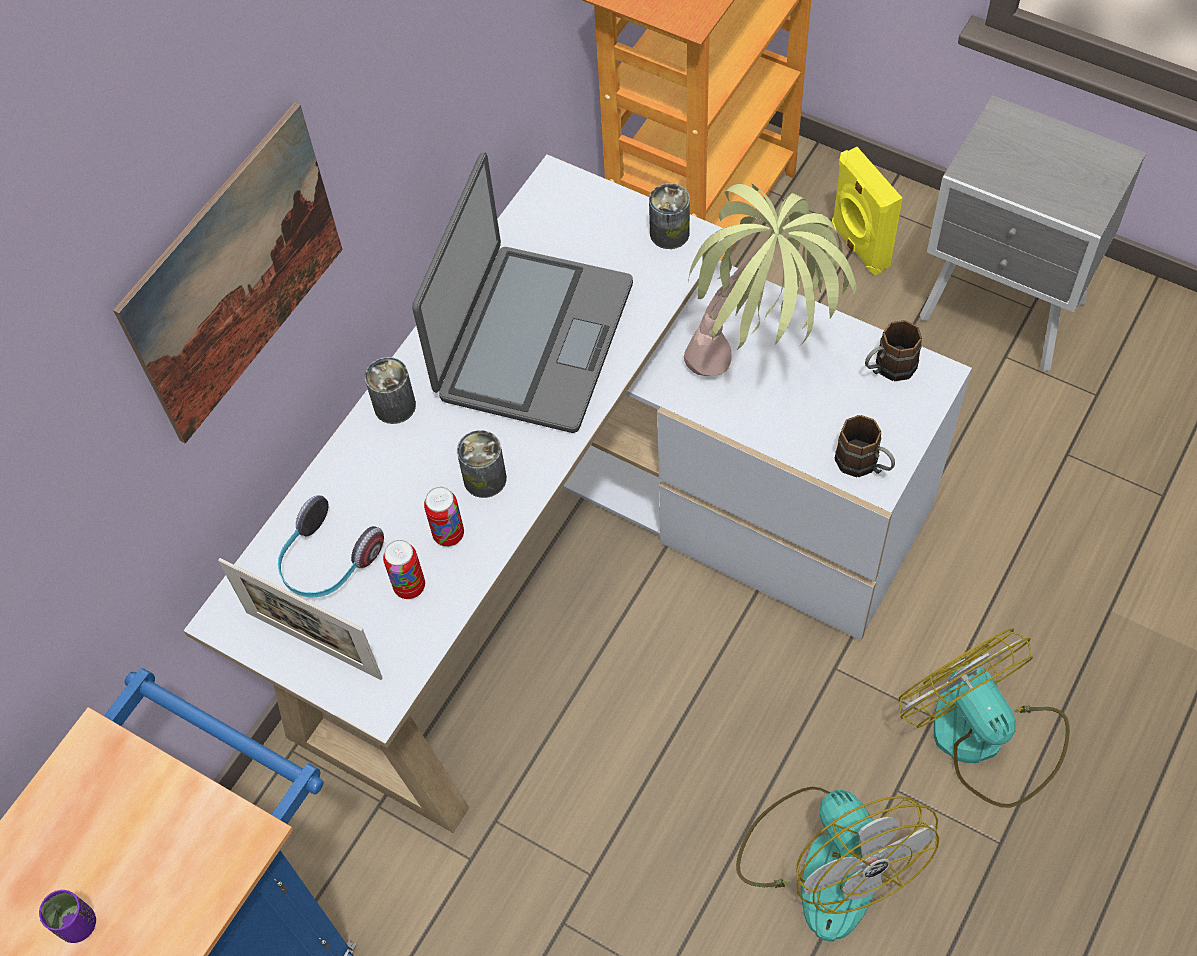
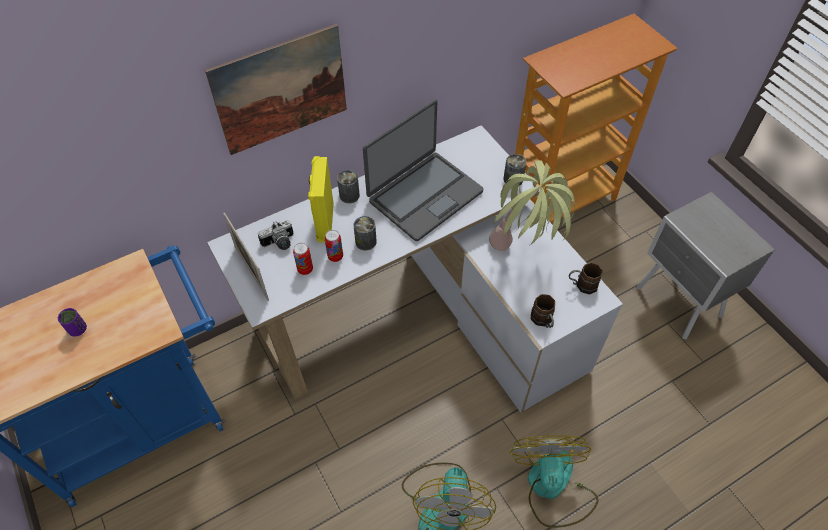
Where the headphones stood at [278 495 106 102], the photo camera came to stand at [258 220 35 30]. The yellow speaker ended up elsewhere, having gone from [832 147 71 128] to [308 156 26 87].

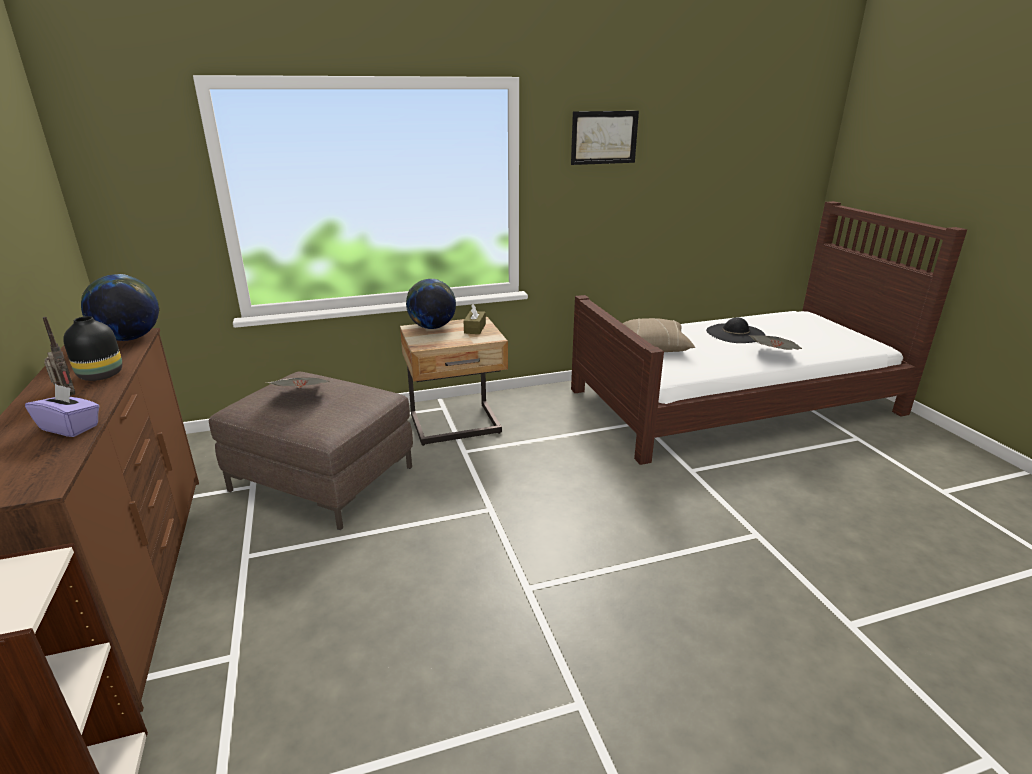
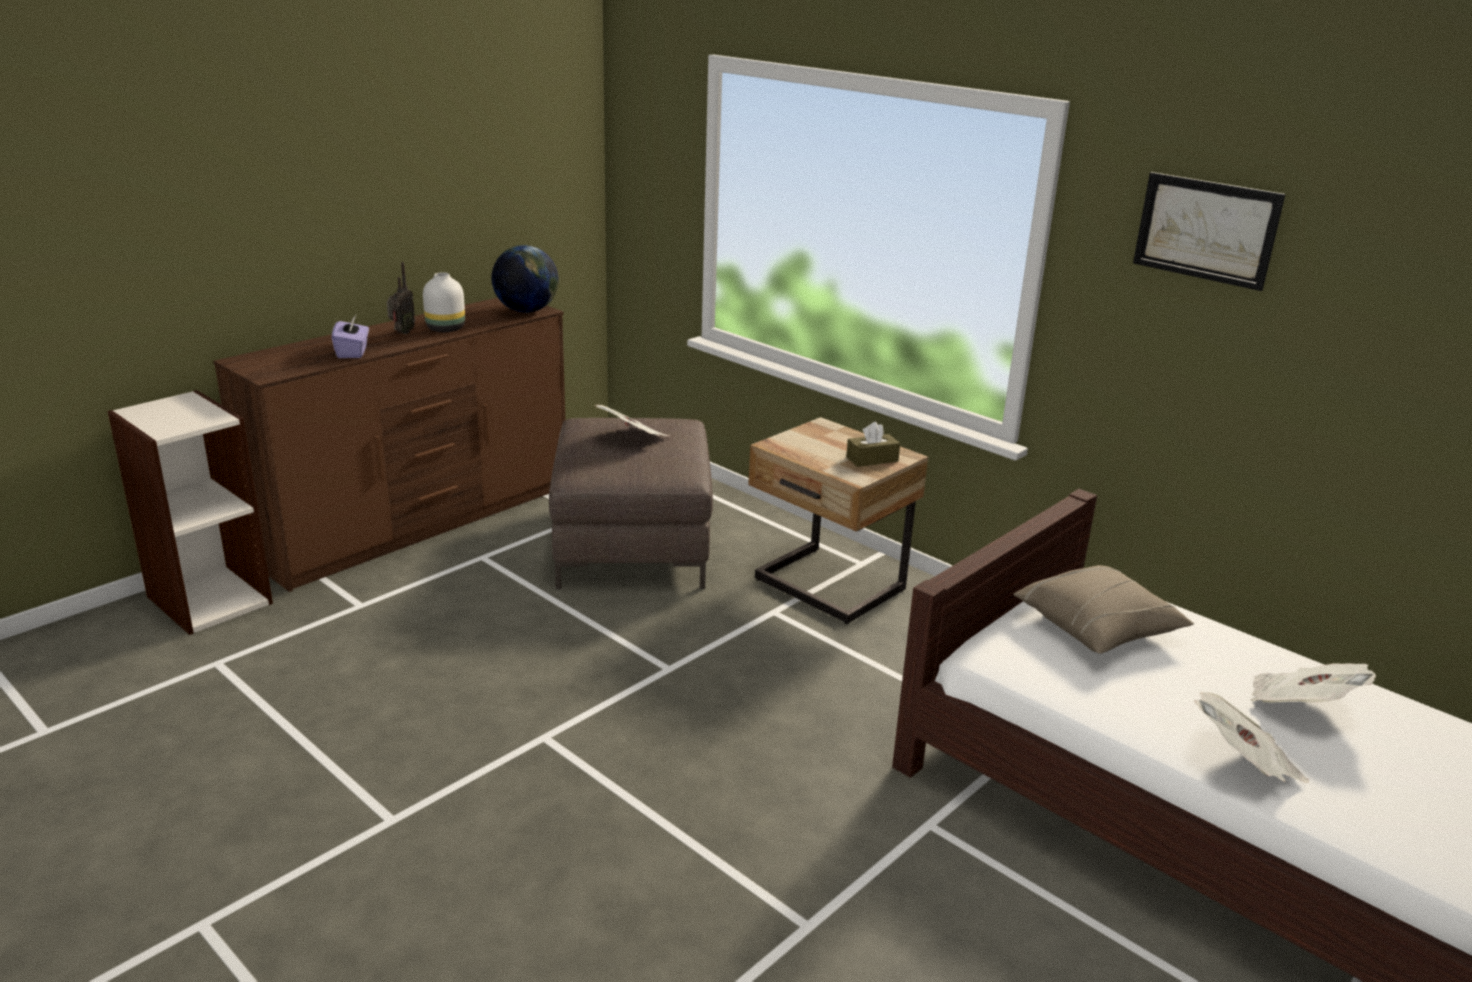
What was the black vase at [63 316 59 65] turned into the white vase at [423 272 42 60]. The second view lost the globe at [406 279 50 50]. Where the black hat stood at [706 317 60 26], the newspaper came to stand at [1250 663 126 40].

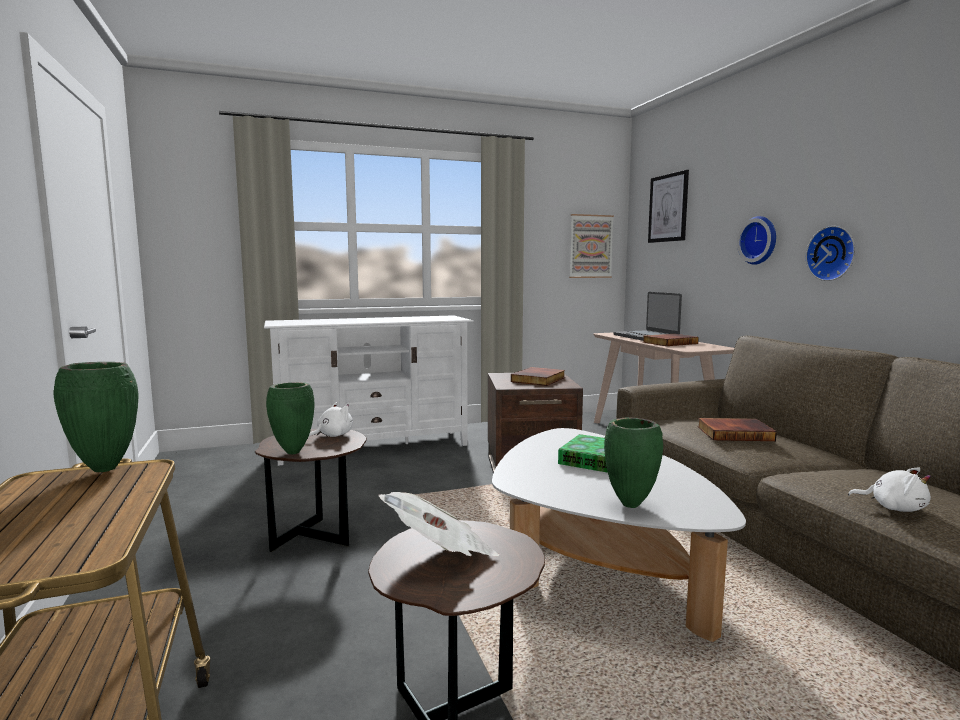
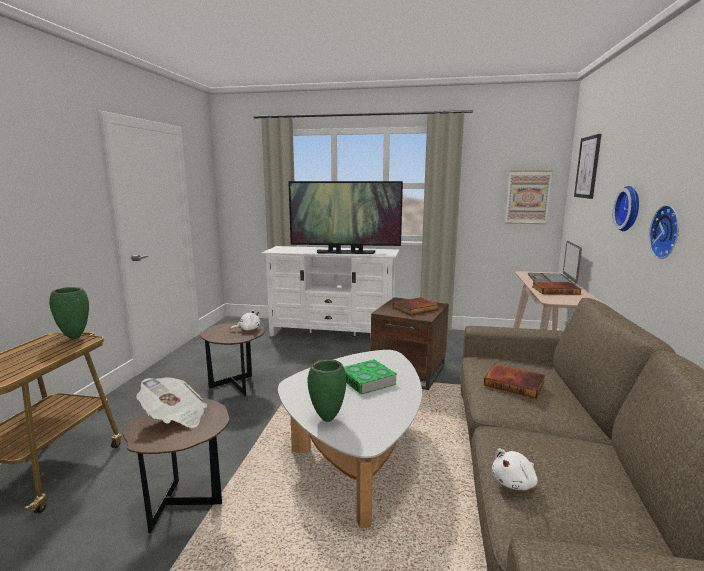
The second view lost the green vase at [266 382 48 72]. The white plush toy at [848 467 83 45] ended up facing another way, 75 degrees clockwise from before. The second view gained the television at [288 181 115 73].

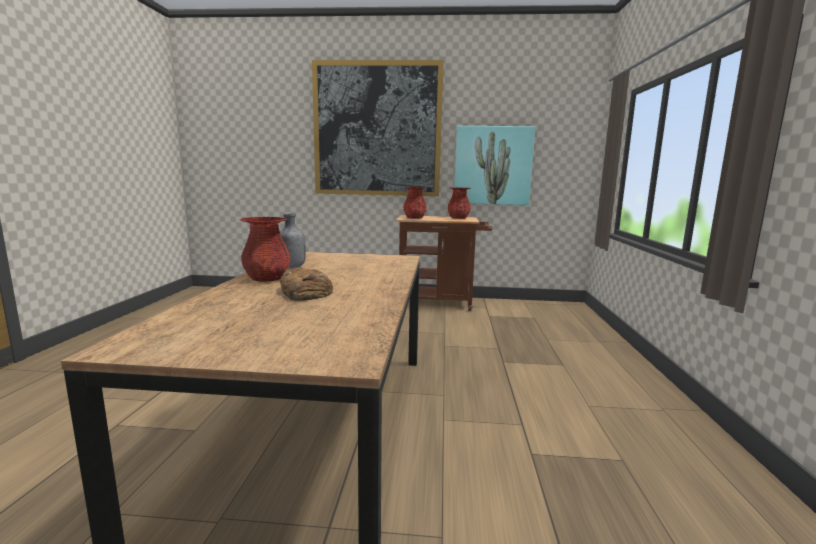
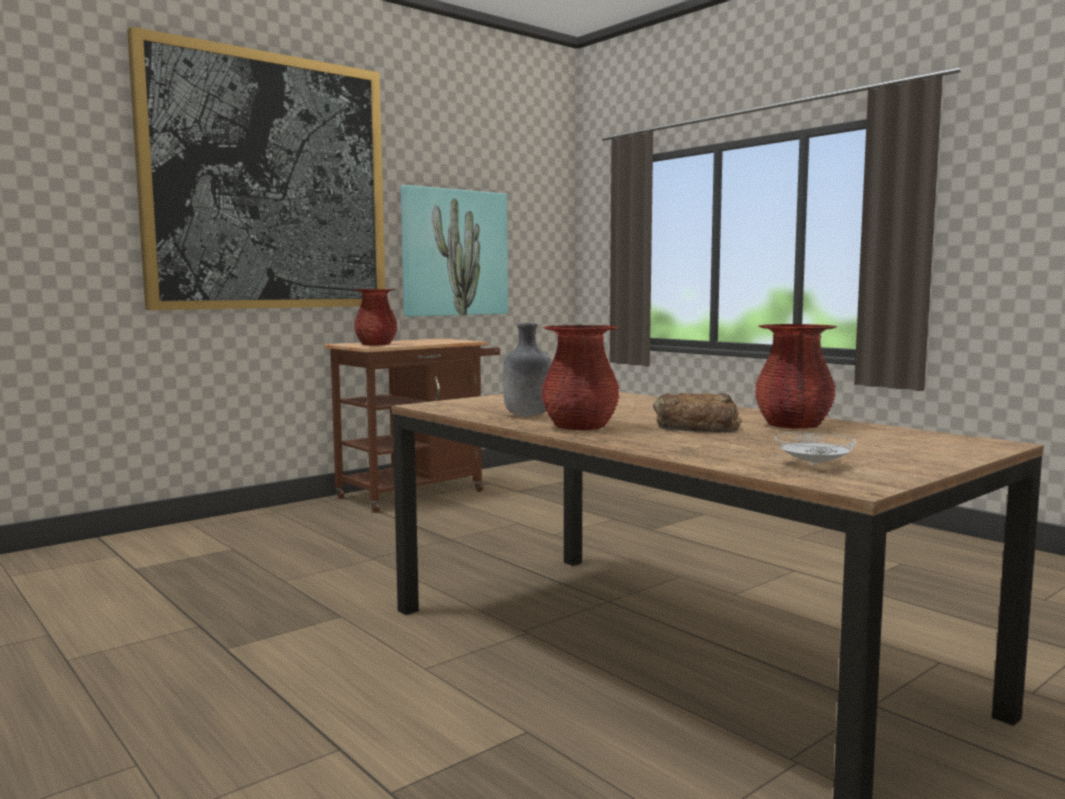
The red vase ended up elsewhere, having gone from [447 187 24 32] to [755 324 83 105]. The second view gained the white plate at [775 433 82 32].

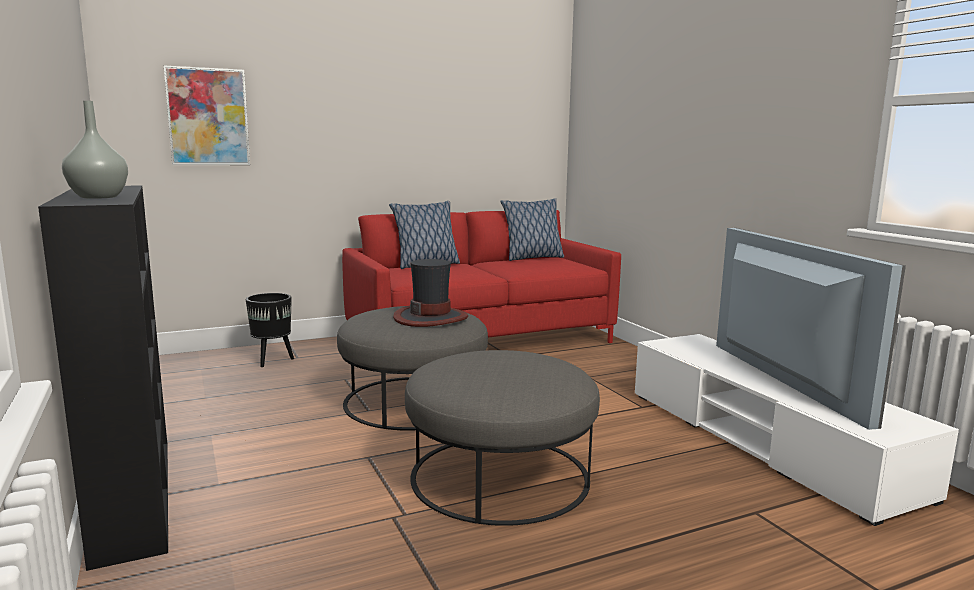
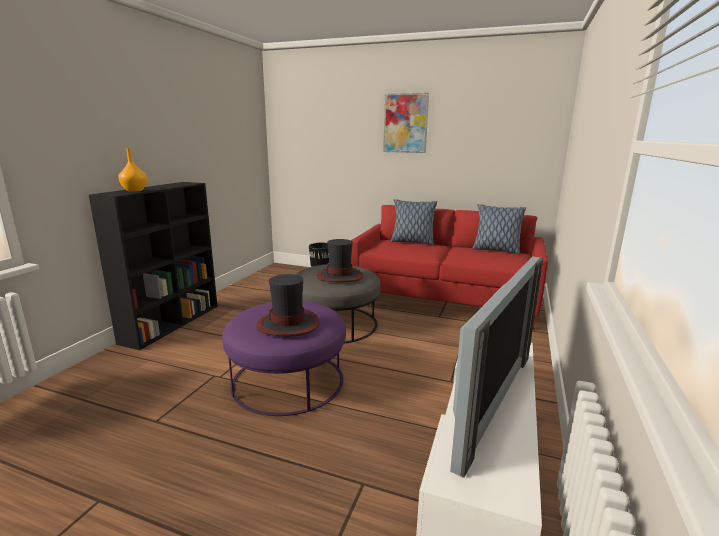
What was the grey vase at [62 101 66 98] turned into the orange vase at [118 148 29 44]. The picture ended up elsewhere, having gone from [164 66 86 99] to [383 92 46 61]. What was the grey ottoman at [405 350 195 176] turned into the purple ottoman at [222 301 124 115]. The second view gained the hat at [256 274 64 62].

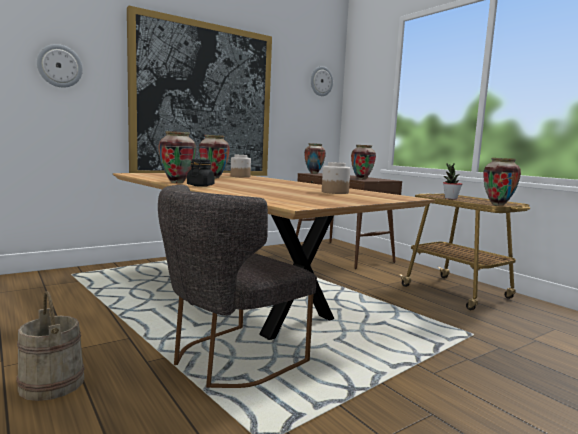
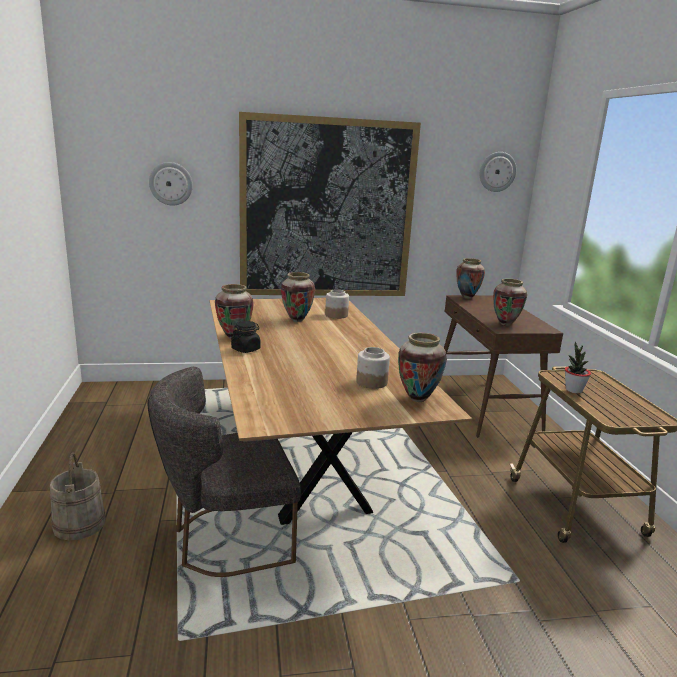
The vase ended up elsewhere, having gone from [483 158 38 48] to [398 333 49 69].

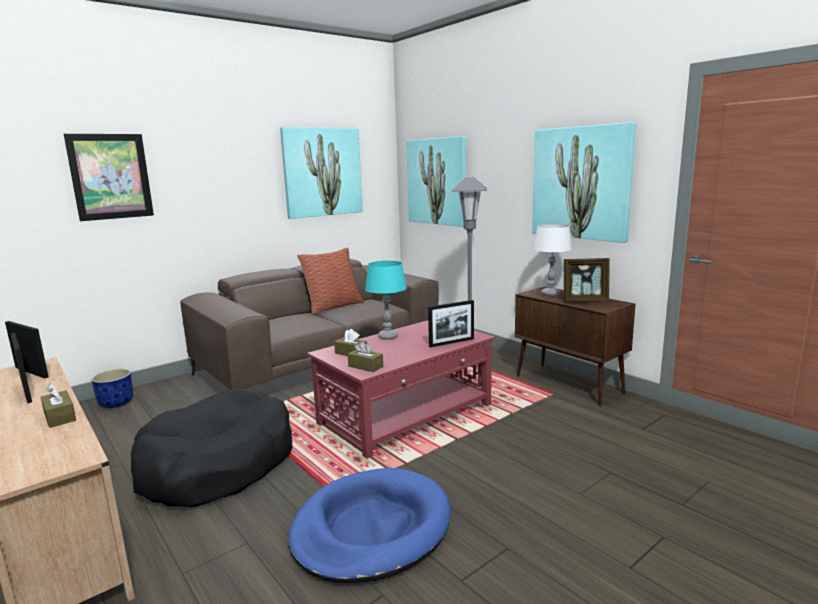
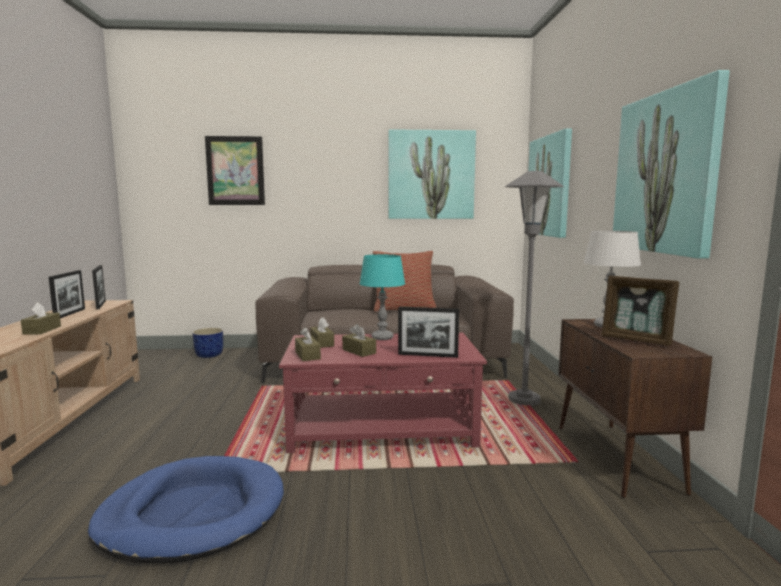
The second view lost the black dog bed at [131 388 162 119]. The second view gained the brown tissue box at [342 324 34 33].

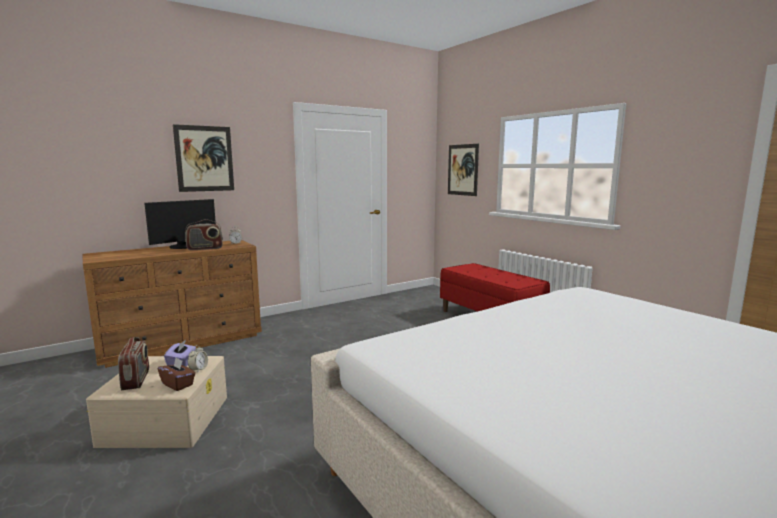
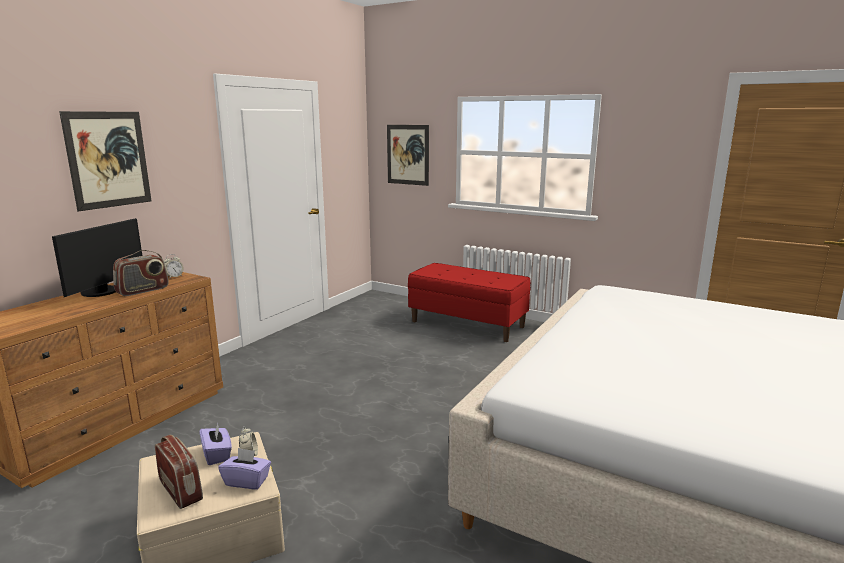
What was the brown tissue box at [158 358 38 33] turned into the purple tissue box at [218 448 53 42].

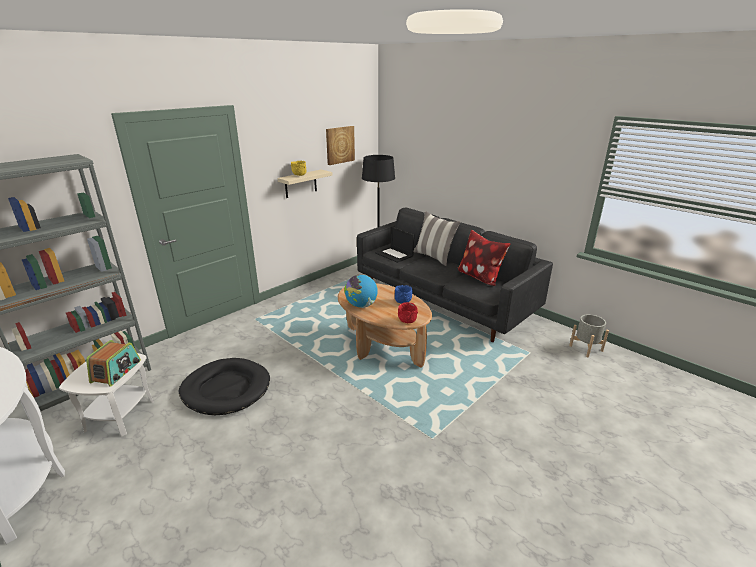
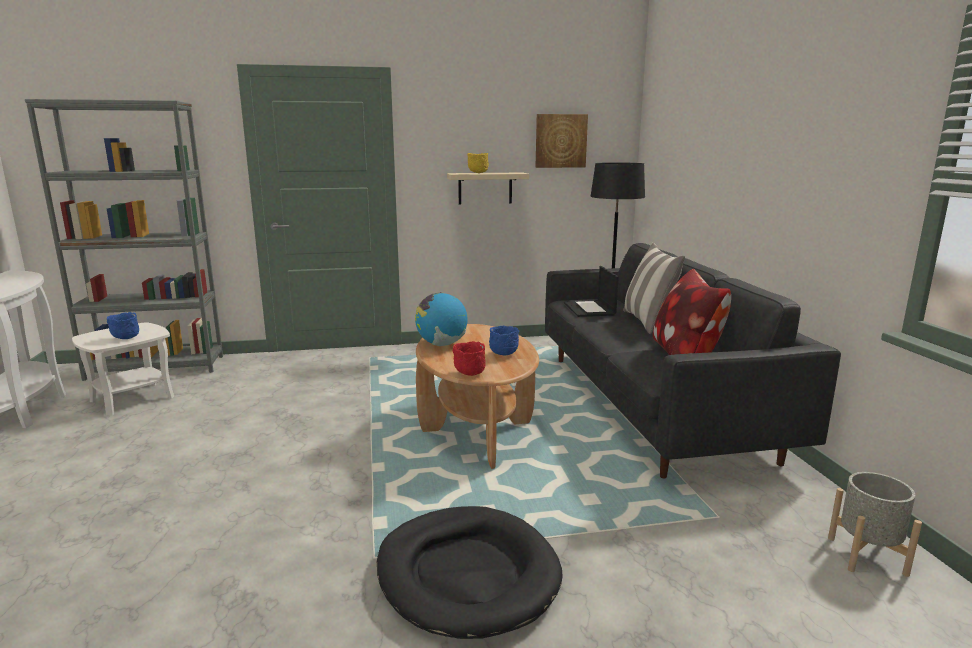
Where the radio stood at [86 340 55 47], the blue bowl came to stand at [107 312 32 27]. The black dog bed ended up elsewhere, having gone from [178 358 92 57] to [377 506 186 133].

